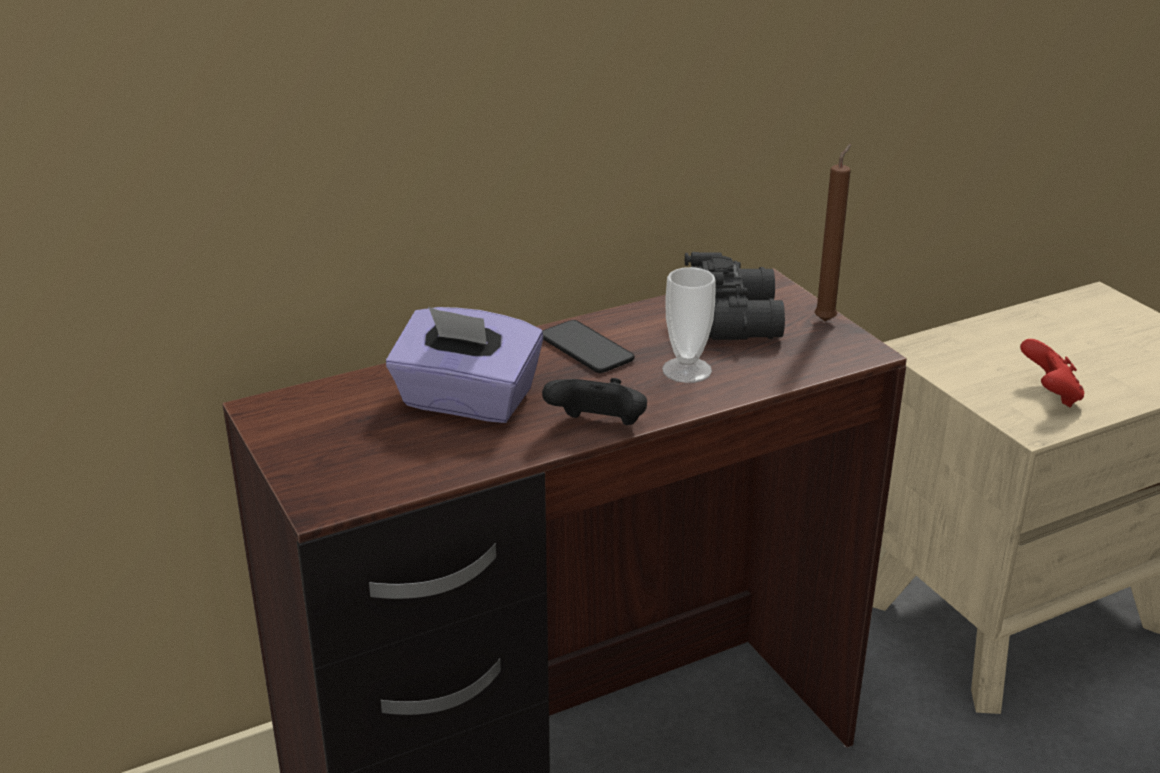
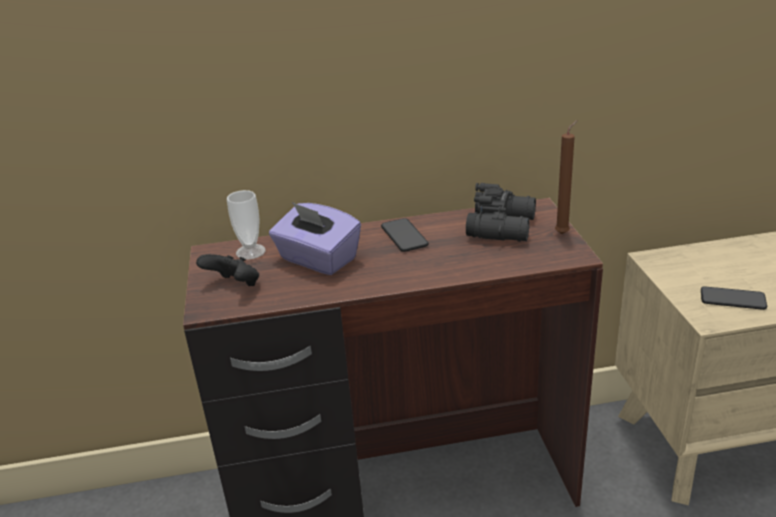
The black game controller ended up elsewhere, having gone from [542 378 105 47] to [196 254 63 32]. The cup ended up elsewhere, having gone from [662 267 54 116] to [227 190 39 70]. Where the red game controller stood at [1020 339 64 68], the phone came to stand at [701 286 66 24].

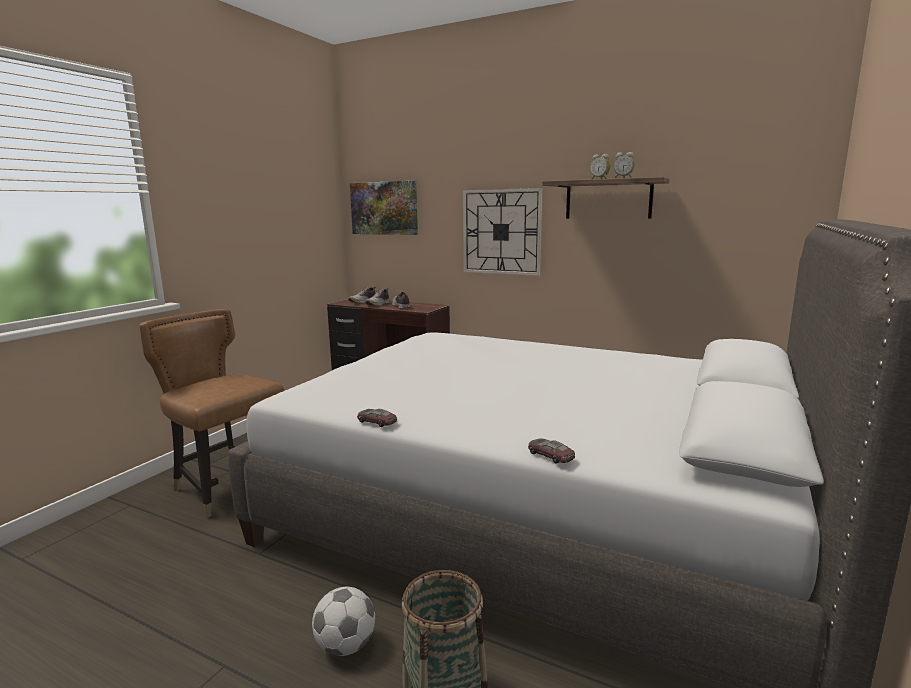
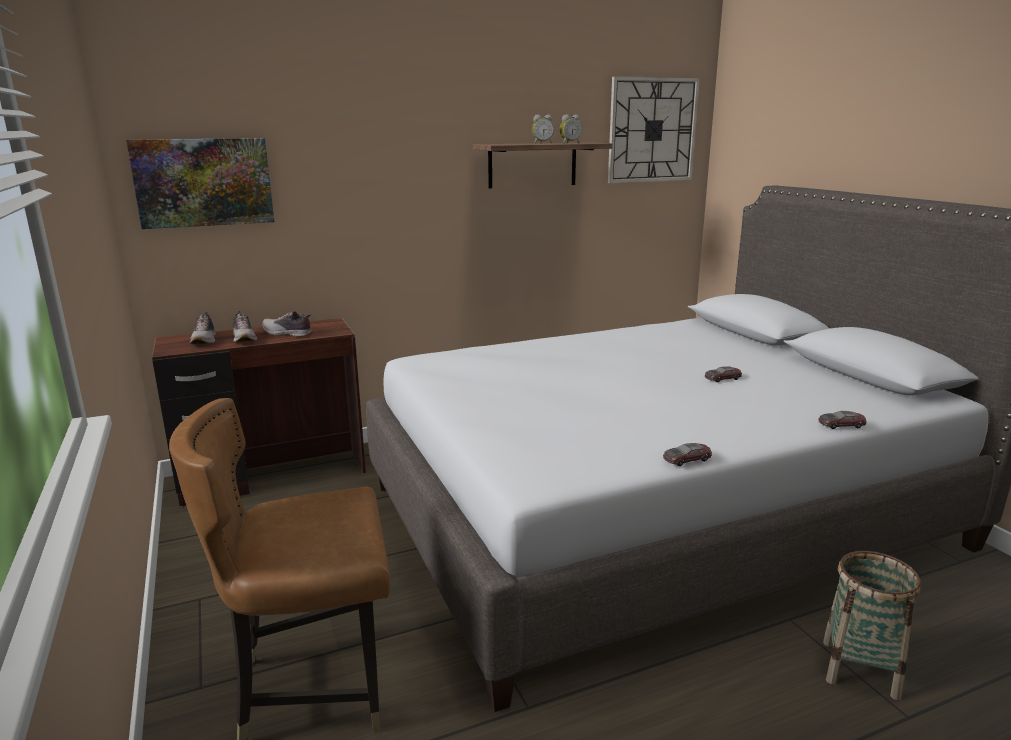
The second view lost the football at [312 587 63 69]. The wall clock ended up elsewhere, having gone from [463 188 79 88] to [608 76 92 107]. The second view gained the toy car at [705 366 37 16].

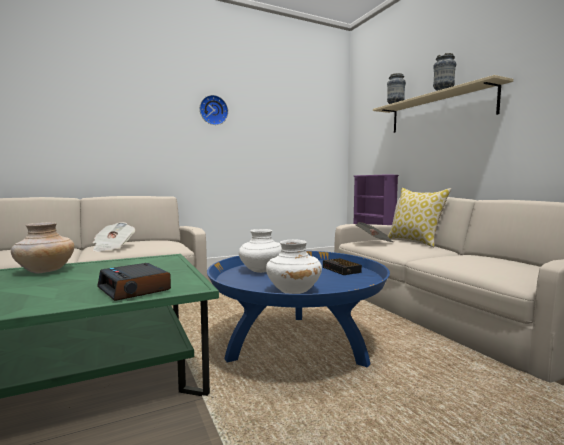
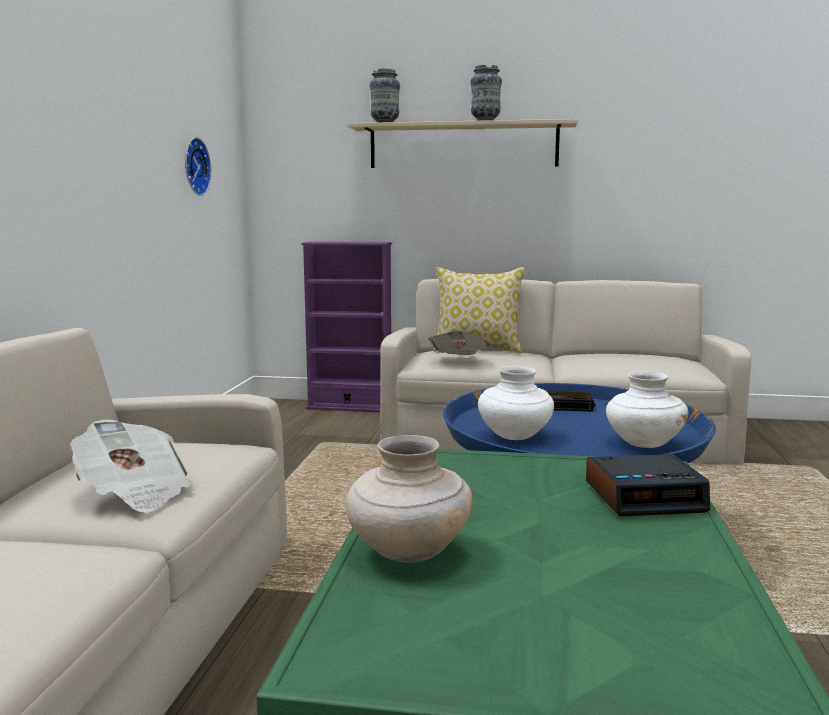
The wall clock ended up elsewhere, having gone from [200 95 28 30] to [185 137 26 59].

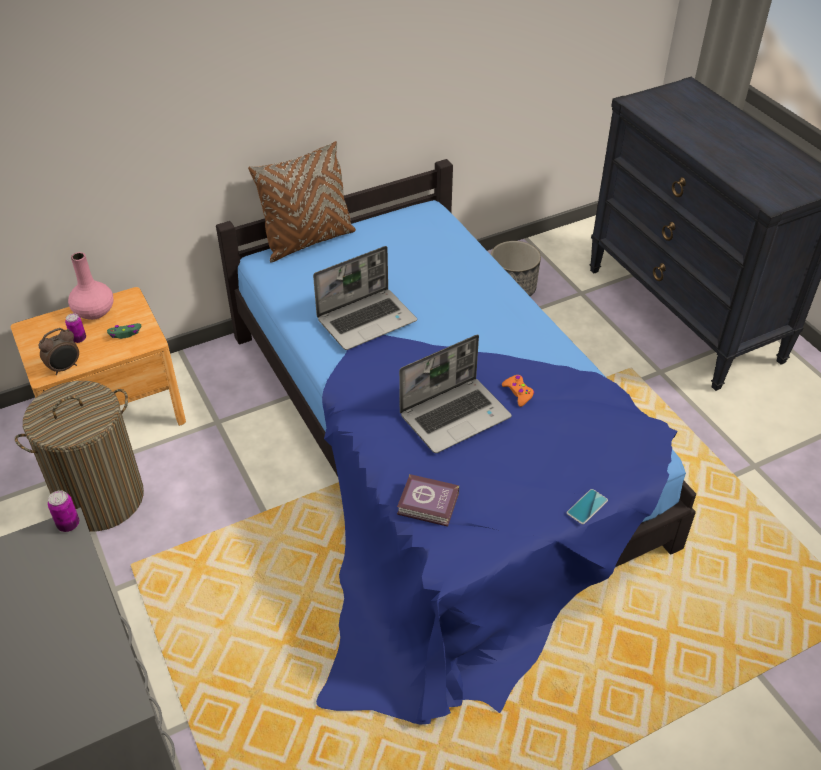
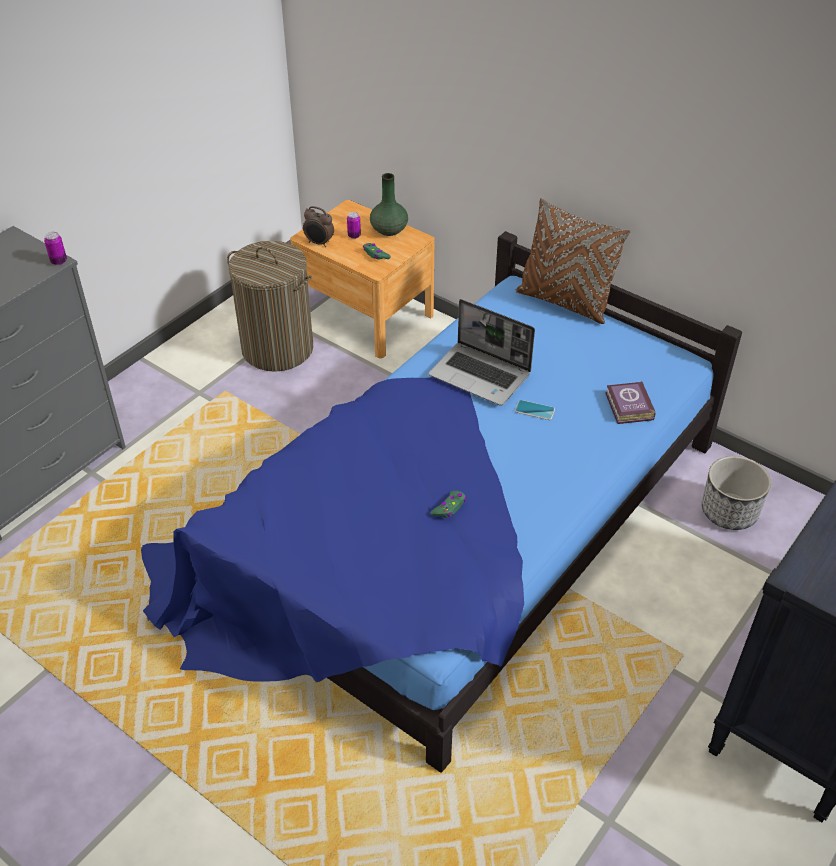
What was the pink vase at [68 252 46 68] turned into the green vase at [370 173 38 63]. The book ended up elsewhere, having gone from [397 474 62 53] to [605 381 50 43]. The second view lost the laptop at [399 334 113 119]. What was the orange game controller at [502 375 32 32] turned into the green game controller at [431 491 35 27]. The phone ended up elsewhere, having gone from [567 489 41 35] to [515 400 40 20].

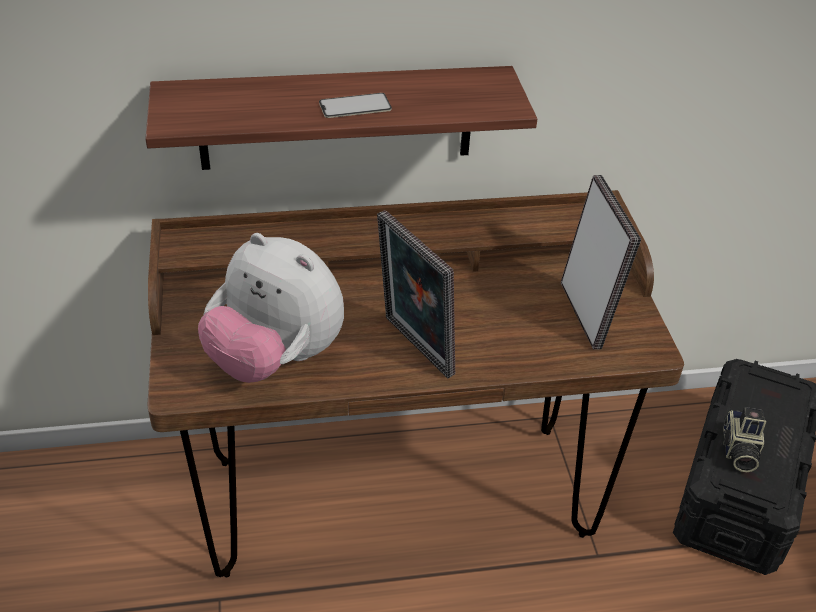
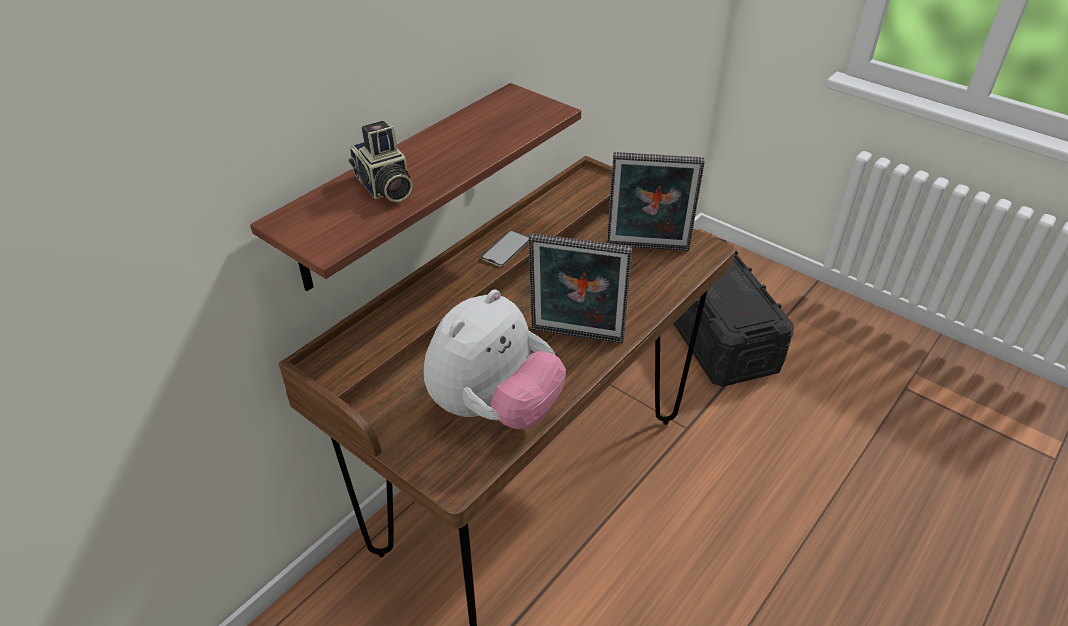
The plush toy at [198 233 146 150] ended up facing another way, 45 degrees counterclockwise from before. The phone ended up elsewhere, having gone from [319 93 73 25] to [481 230 48 37]. The picture frame at [561 175 80 175] ended up facing another way, 150 degrees clockwise from before. The photo camera ended up elsewhere, having gone from [723 407 43 65] to [349 121 64 81].

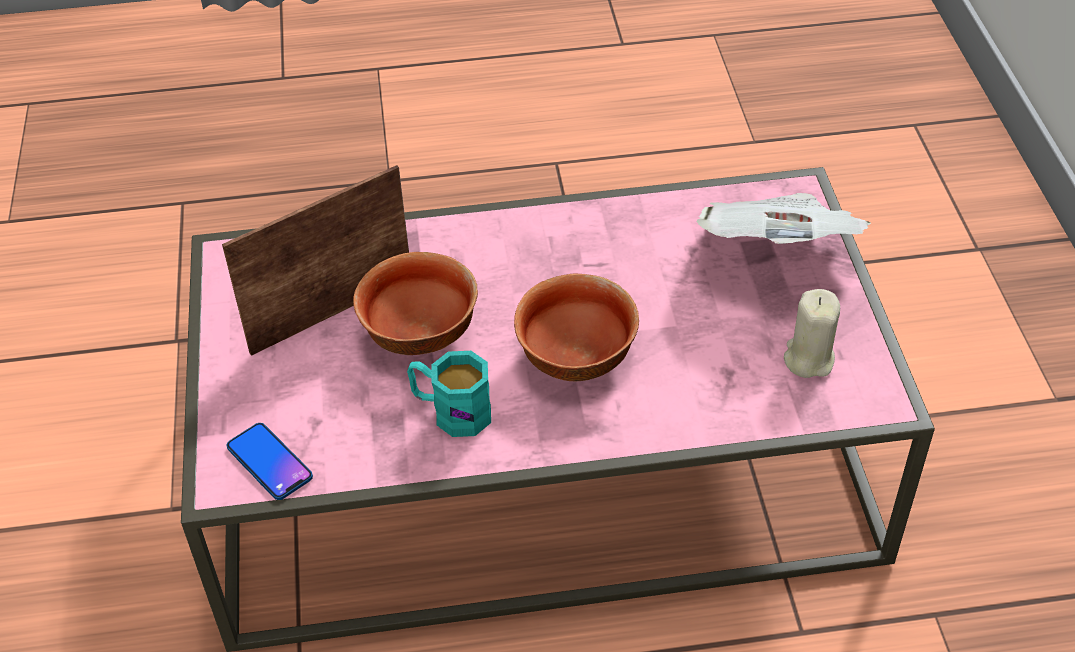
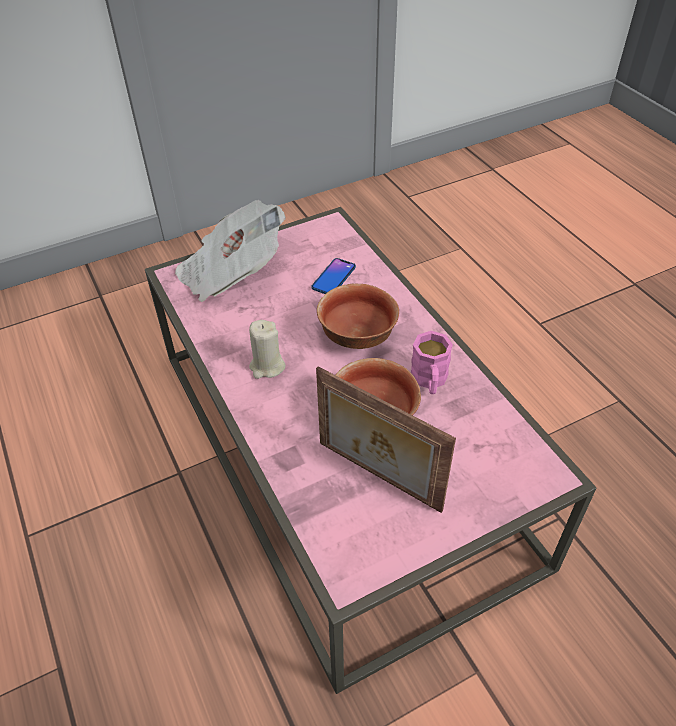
The phone ended up elsewhere, having gone from [227 423 86 77] to [311 258 45 36]. What was the turquoise mug at [407 351 84 86] turned into the pink mug at [411 331 42 63]. The beige candle ended up elsewhere, having gone from [784 289 56 89] to [249 320 37 59].

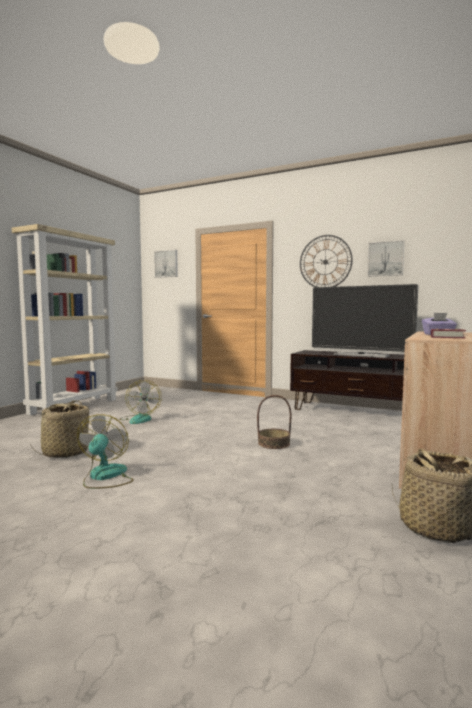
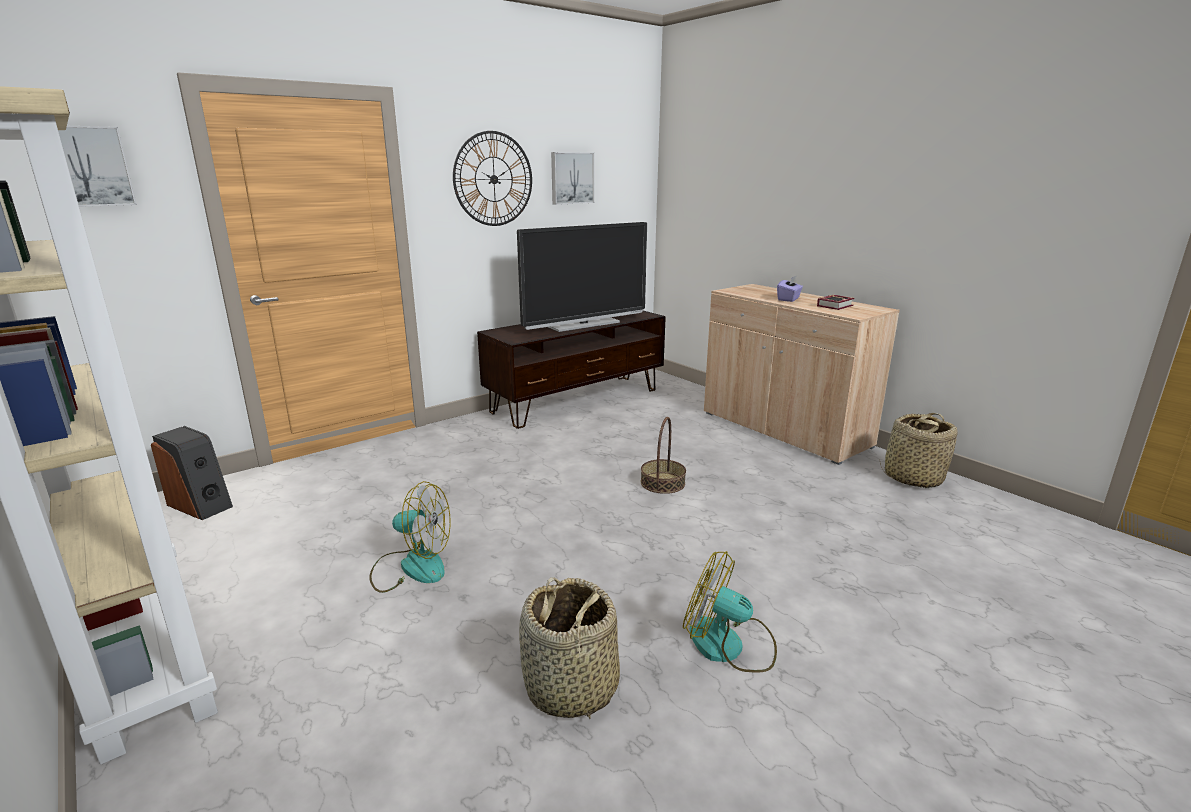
The second view gained the speaker at [151 426 82 94].

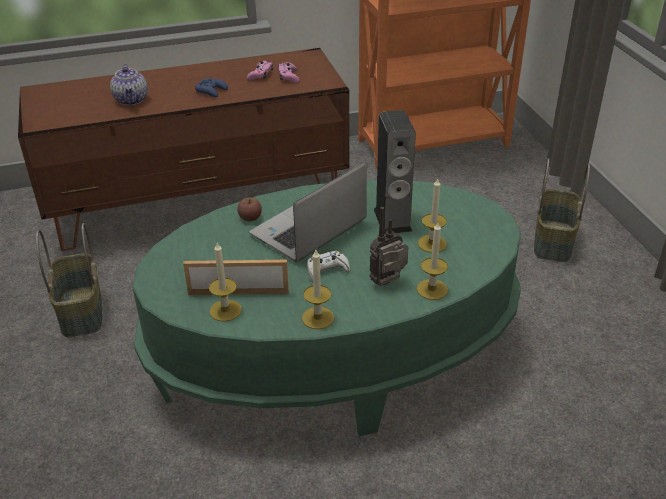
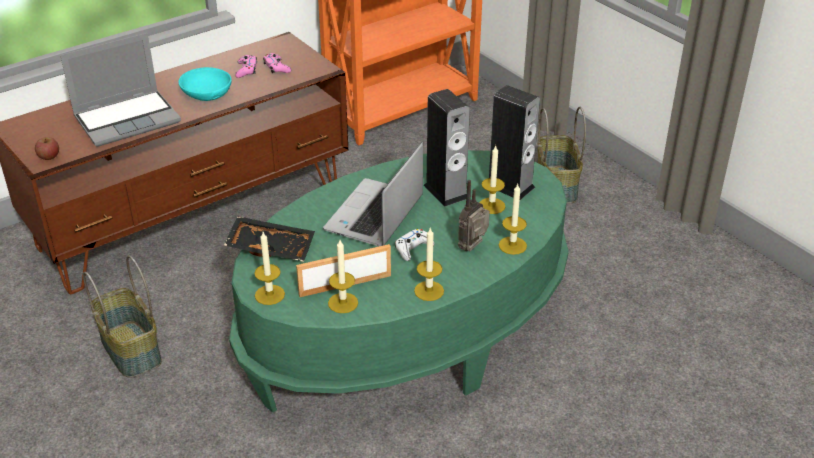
Where the teapot stood at [110 64 38 41], the laptop came to stand at [60 33 121 114]. Where the blue game controller stood at [195 78 33 19], the turquoise bowl came to stand at [179 67 53 34]. The apple ended up elsewhere, having gone from [237 198 25 23] to [35 137 24 23]. The second view gained the black tray at [224 216 91 46]. The second view gained the candle at [254 232 31 73]. The second view gained the speaker at [489 85 51 115].

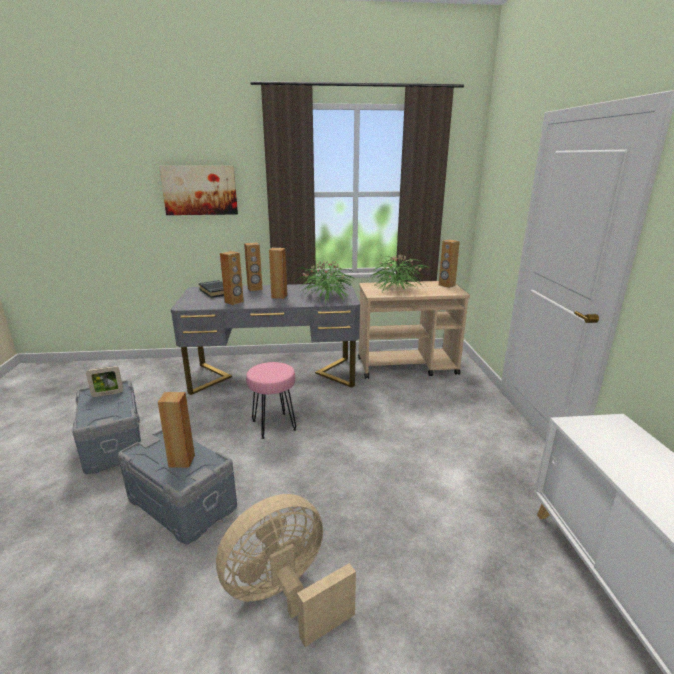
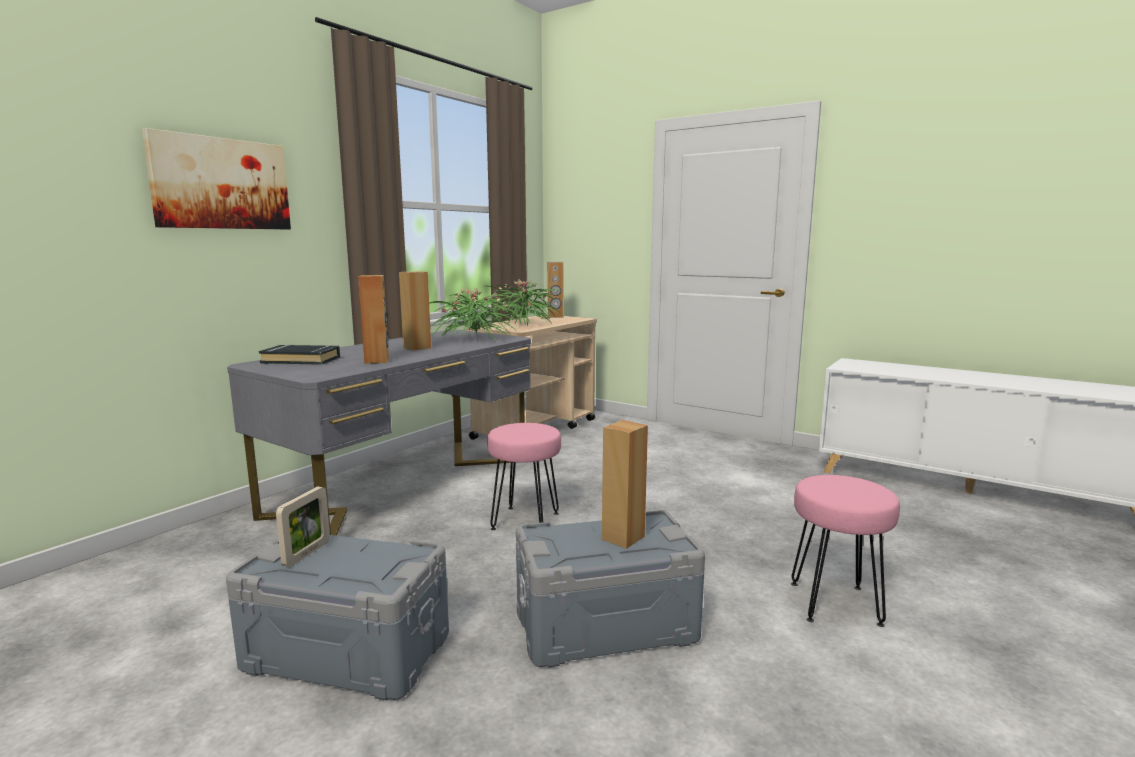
Where the beige fan stood at [216 494 140 153], the pink stool came to stand at [791 475 109 152]. The second view lost the brown speaker at [244 242 19 49].

